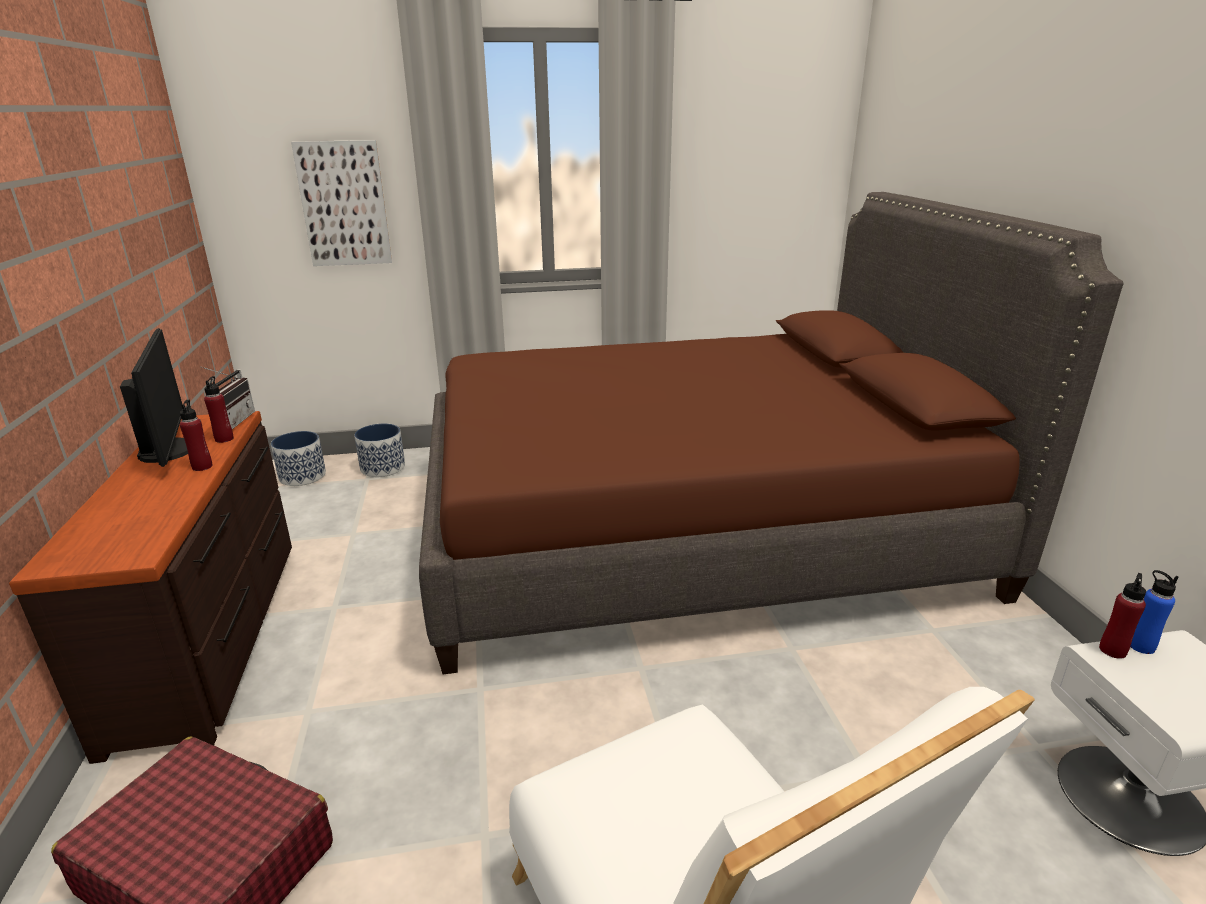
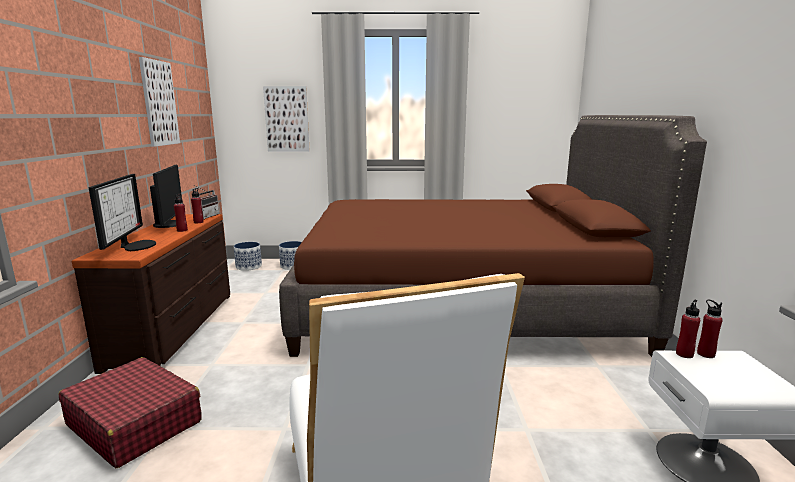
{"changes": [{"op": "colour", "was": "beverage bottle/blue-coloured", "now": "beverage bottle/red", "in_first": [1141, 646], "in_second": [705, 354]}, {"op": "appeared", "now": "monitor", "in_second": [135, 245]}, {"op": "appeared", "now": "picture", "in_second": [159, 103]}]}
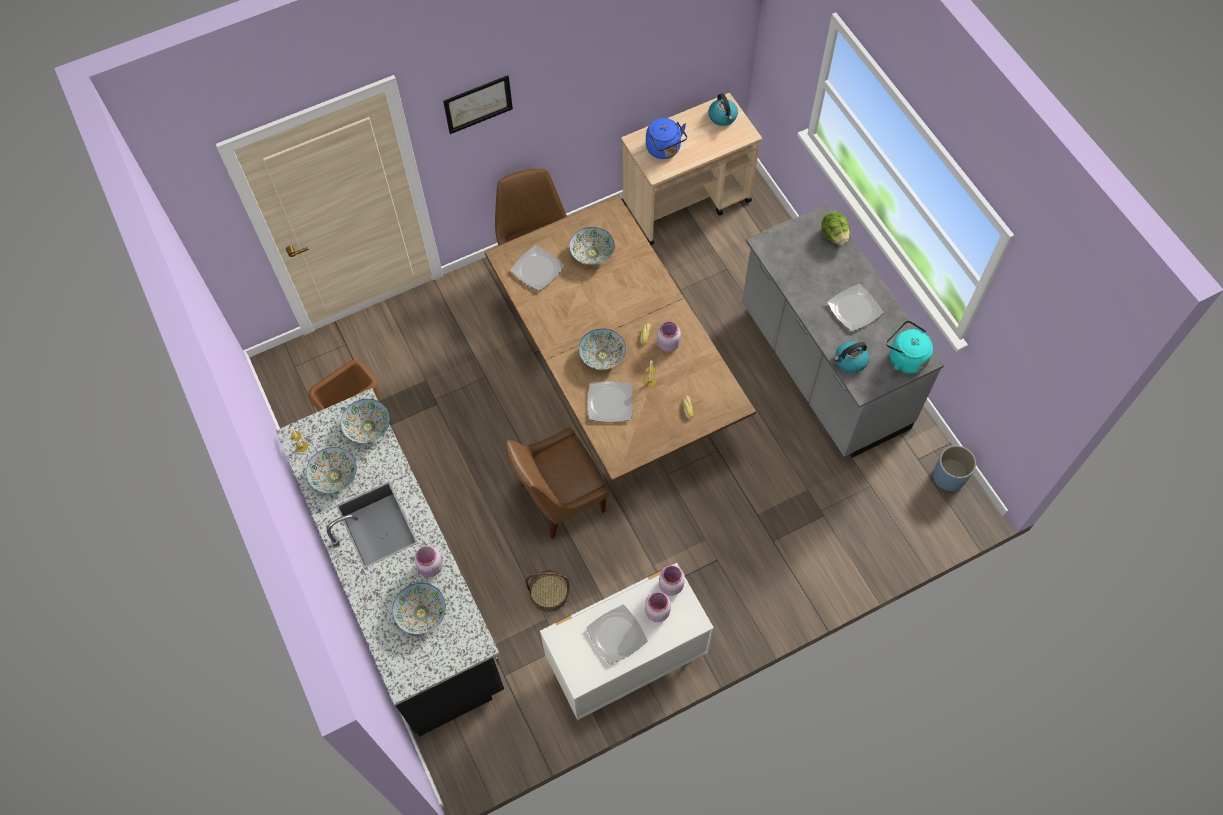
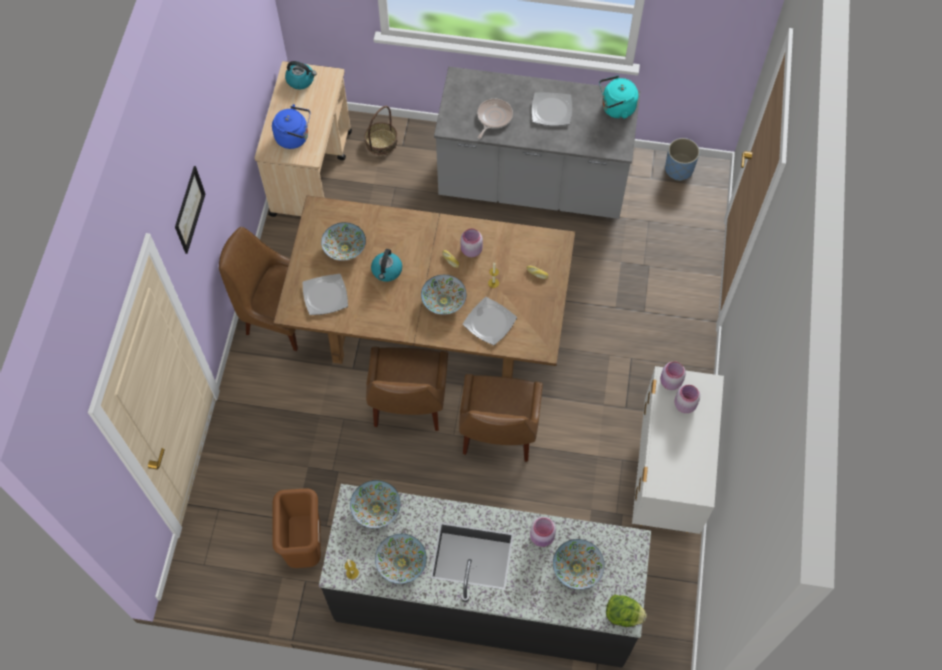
{"changes": [{"op": "relocated", "was": "storage basket", "in_first": [549, 593], "in_second": [381, 142]}, {"op": "missing", "was": "flat dish", "in_first": [617, 635]}, {"op": "relocated", "was": "lettuce", "in_first": [834, 235], "in_second": [623, 615]}, {"op": "relocated", "was": "tea kettle", "in_first": [849, 361], "in_second": [387, 271]}, {"op": "appeared", "now": "chair/brownish", "in_second": [408, 406]}, {"op": "appeared", "now": "frying pan", "in_second": [493, 117]}]}
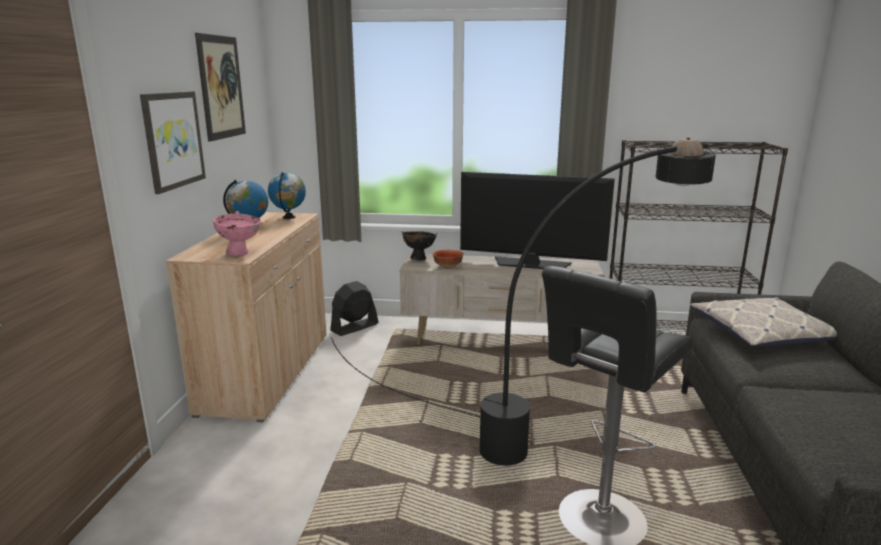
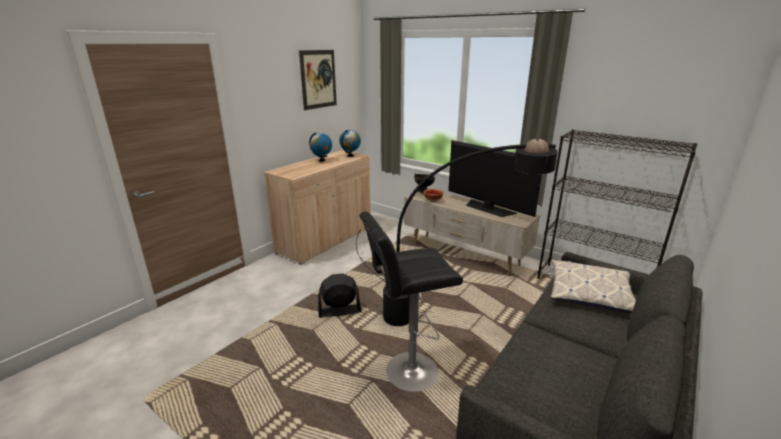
{"changes": [{"op": "missing", "was": "picture", "in_first": [172, 140]}, {"op": "missing", "was": "serving bowl/pink-coloured", "in_first": [240, 253]}, {"op": "relocated", "was": "electric fan/blackish", "in_first": [354, 327], "in_second": [339, 311]}]}
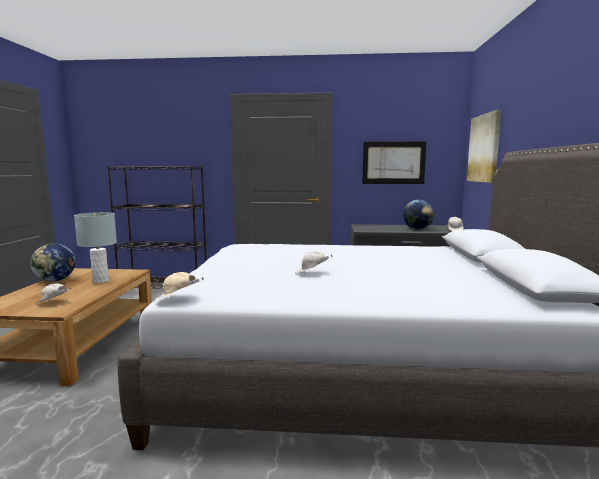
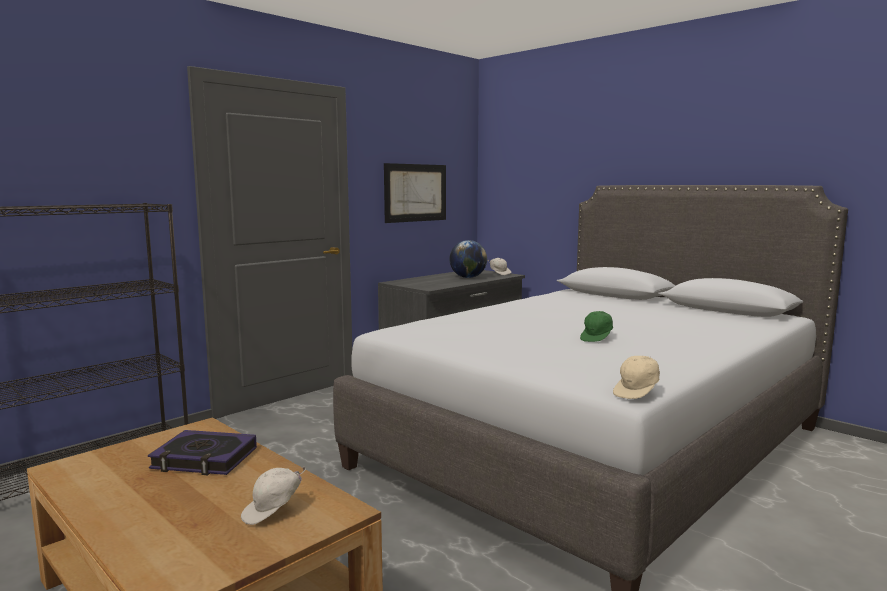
{"changes": [{"op": "missing", "was": "globe", "in_first": [55, 280]}, {"op": "exchanged", "was": "lamp for a table/grey", "now": "bound book", "in_first": [100, 281], "in_second": [204, 459]}, {"op": "colour", "was": "peaked cap/white-coloured", "now": "peaked cap/green", "in_first": [311, 273], "in_second": [597, 338]}, {"op": "missing", "was": "picture", "in_first": [484, 148]}]}
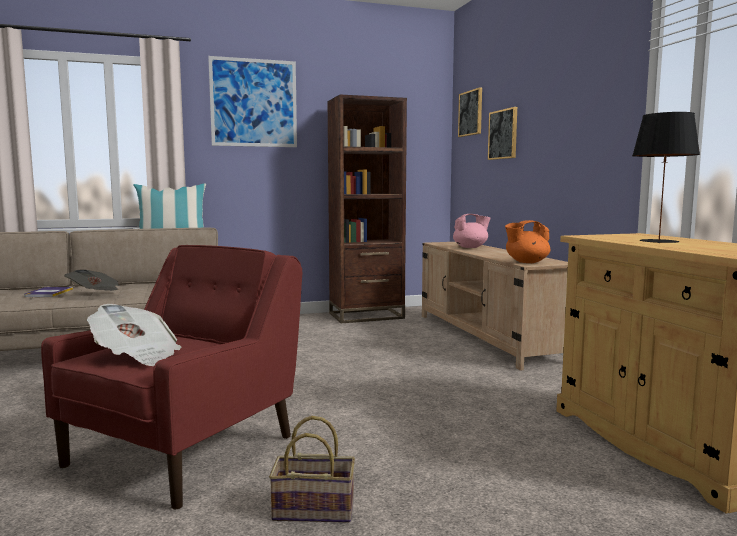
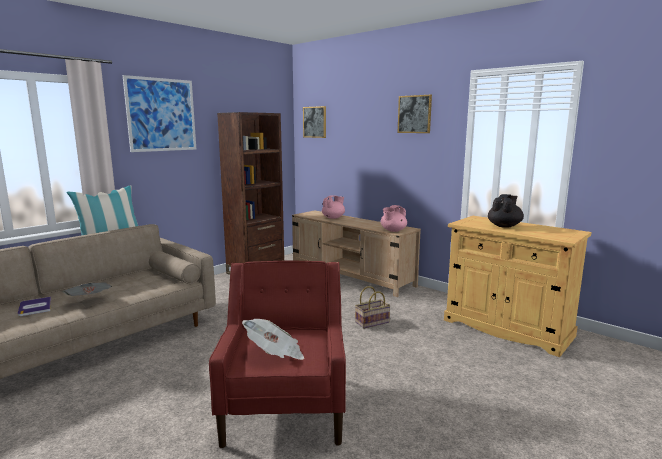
{"changes": [{"op": "relocated", "was": "storage basket", "in_first": [316, 509], "in_second": [372, 322]}, {"op": "relocated", "was": "picture", "in_first": [503, 134], "in_second": [414, 114]}, {"op": "colour", "was": "teapot/orange-coloured", "now": "teapot/pink-coloured", "in_first": [526, 262], "in_second": [393, 230]}, {"op": "exchanged", "was": "lamp for a table/blackish", "now": "teapot/blackish", "in_first": [659, 241], "in_second": [504, 226]}]}
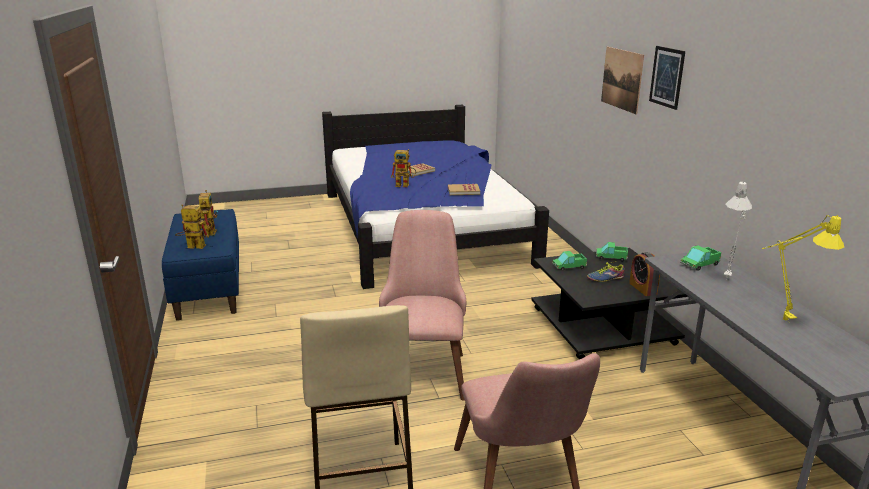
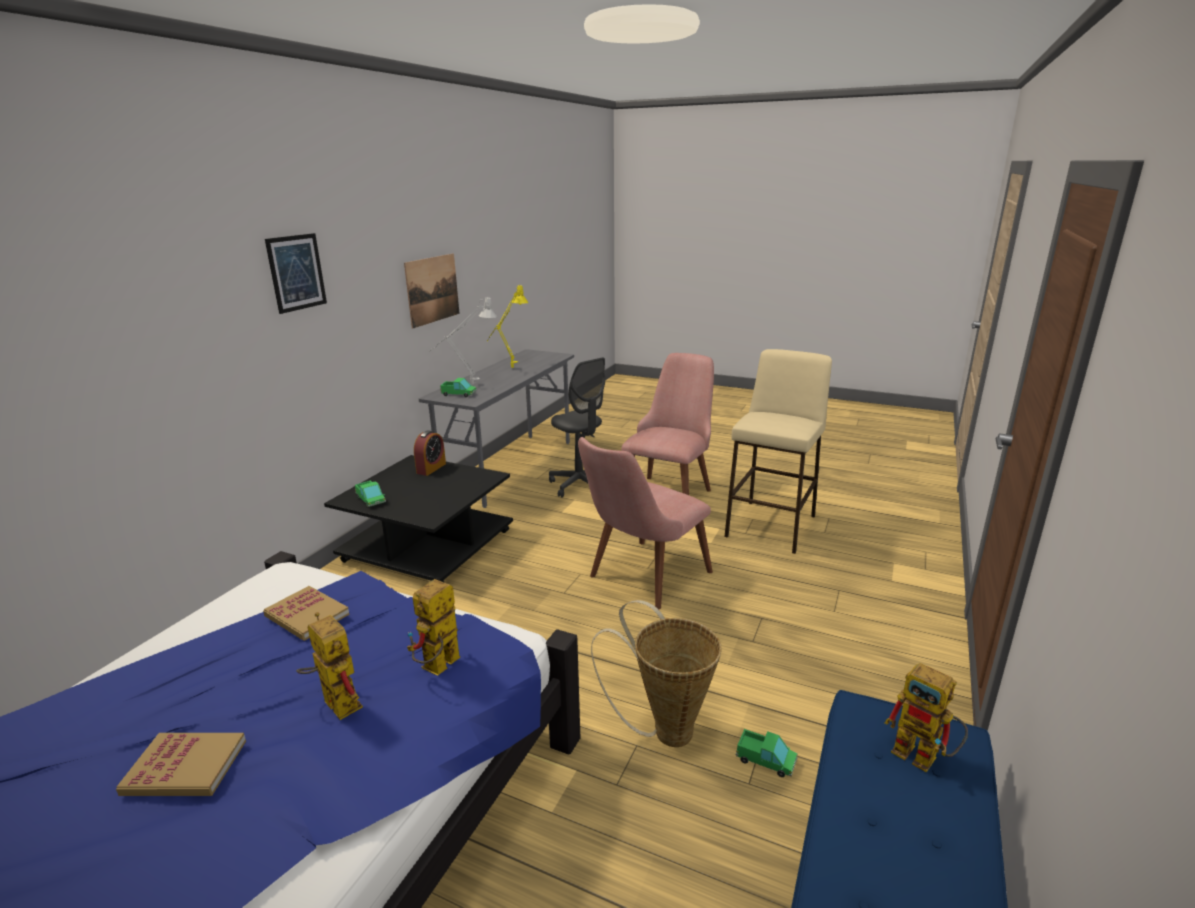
{"changes": [{"op": "relocated", "was": "toy robot", "in_first": [209, 231], "in_second": [438, 669]}, {"op": "relocated", "was": "toy truck", "in_first": [569, 266], "in_second": [765, 760]}, {"op": "missing", "was": "low shoe", "in_first": [604, 278]}, {"op": "relocated", "was": "picture", "in_first": [621, 79], "in_second": [432, 289]}, {"op": "appeared", "now": "desk chair/grey", "in_second": [580, 485]}, {"op": "appeared", "now": "storage basket", "in_second": [665, 729]}]}
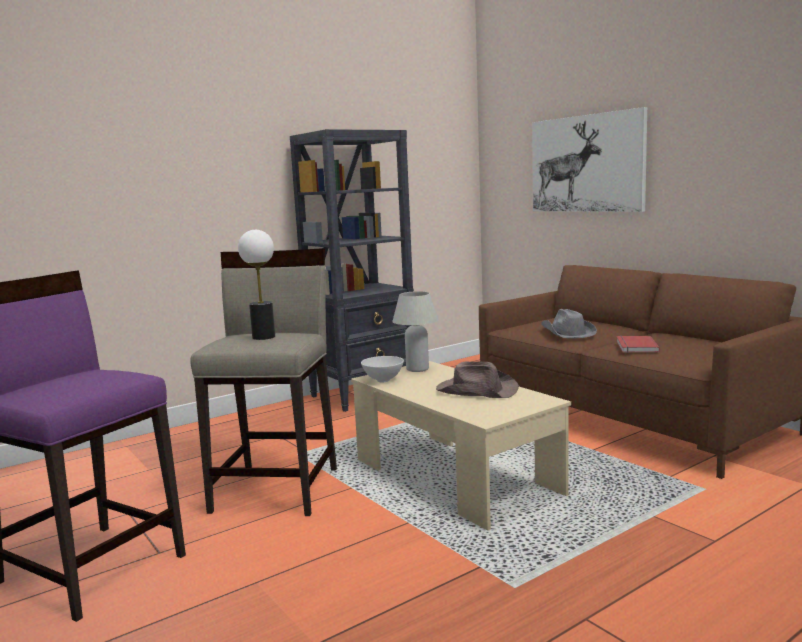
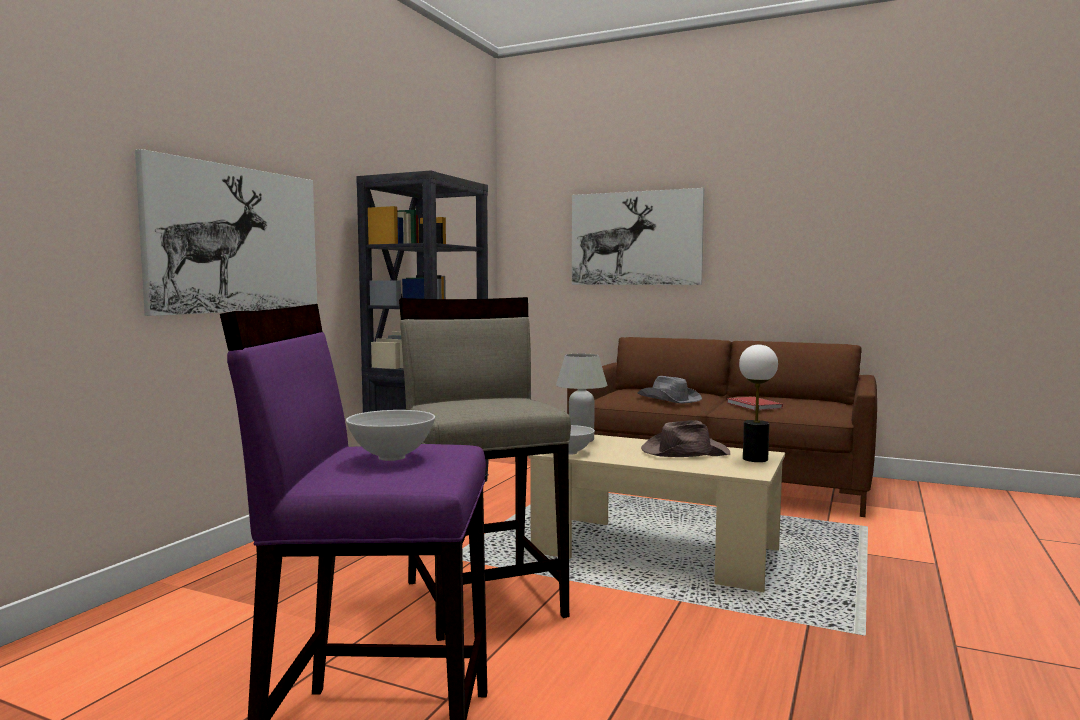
{"changes": [{"op": "relocated", "was": "lamp for a table", "in_first": [264, 337], "in_second": [755, 459]}, {"op": "appeared", "now": "picture", "in_second": [236, 240]}, {"op": "appeared", "now": "serving bowl/white-coloured", "in_second": [392, 457]}]}
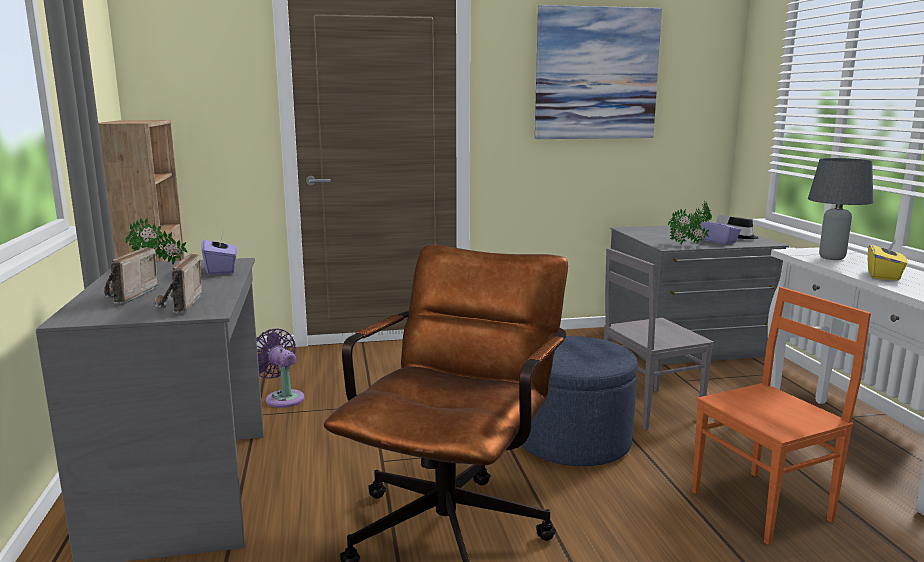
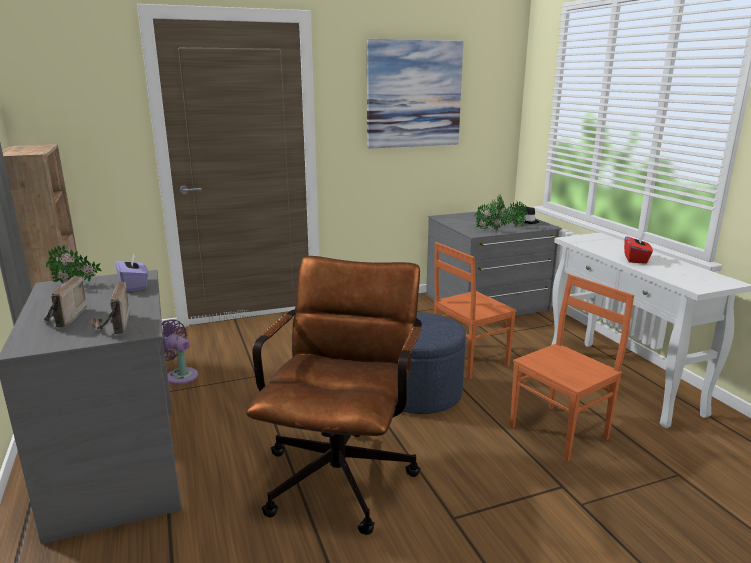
{"changes": [{"op": "colour", "was": "chair/grey", "now": "chair/orange-coloured", "in_first": [648, 408], "in_second": [469, 360]}, {"op": "exchanged", "was": "box of tissues/purple-coloured", "now": "houseplant", "in_first": [719, 241], "in_second": [511, 227]}, {"op": "missing", "was": "lamp for a table/grey", "in_first": [831, 258]}, {"op": "colour", "was": "box of tissues/yellow-coloured", "now": "box of tissues/red", "in_first": [884, 275], "in_second": [636, 259]}]}
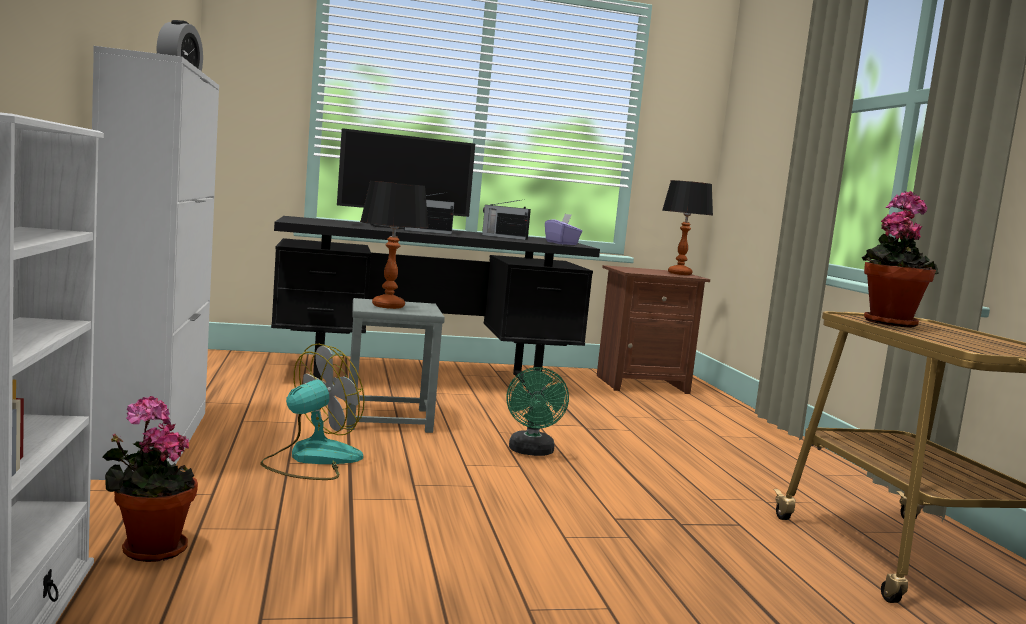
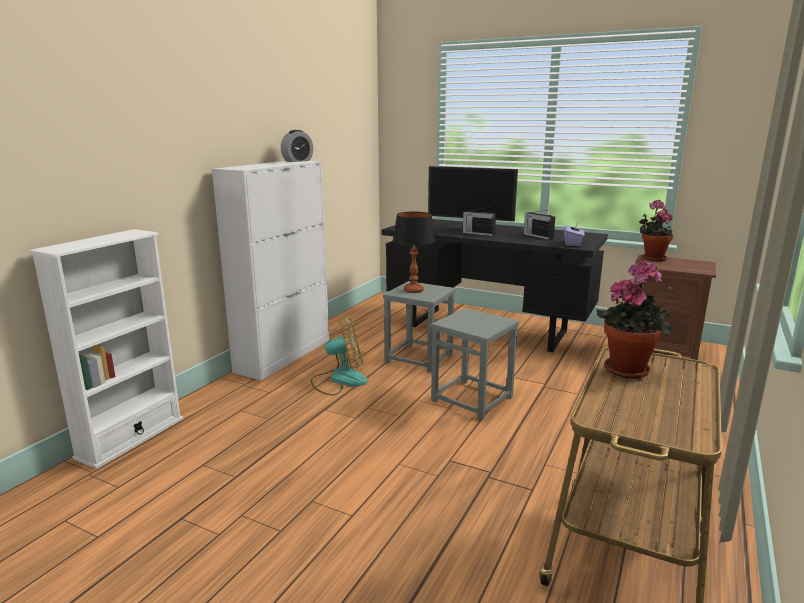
{"changes": [{"op": "relocated", "was": "houseplant", "in_first": [149, 549], "in_second": [652, 258]}, {"op": "exchanged", "was": "electric fan/green", "now": "sitting stool/grey", "in_first": [531, 452], "in_second": [472, 399]}, {"op": "missing", "was": "lamp for a table", "in_first": [679, 274]}]}
